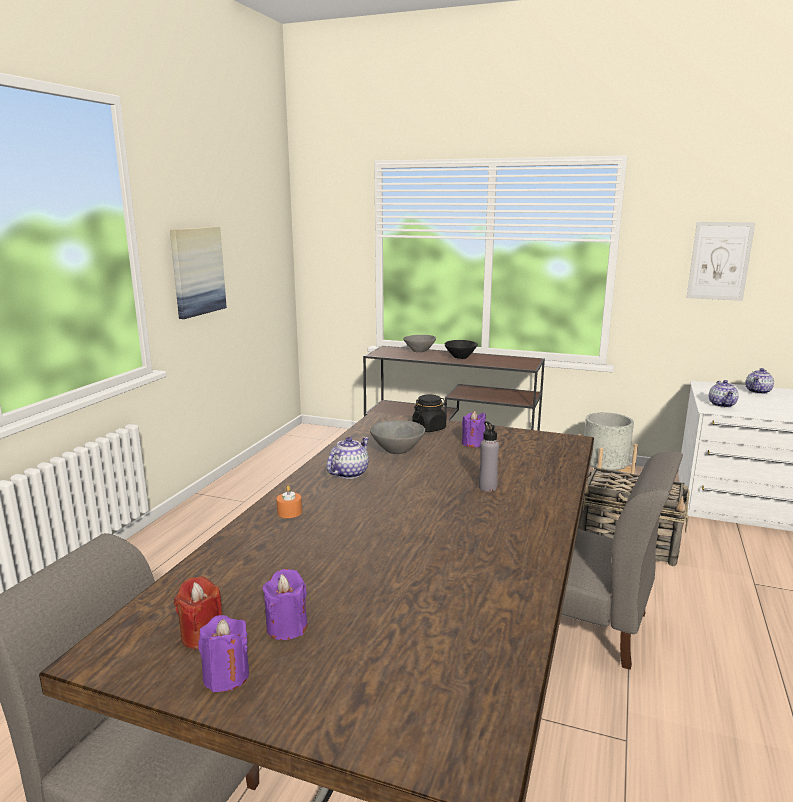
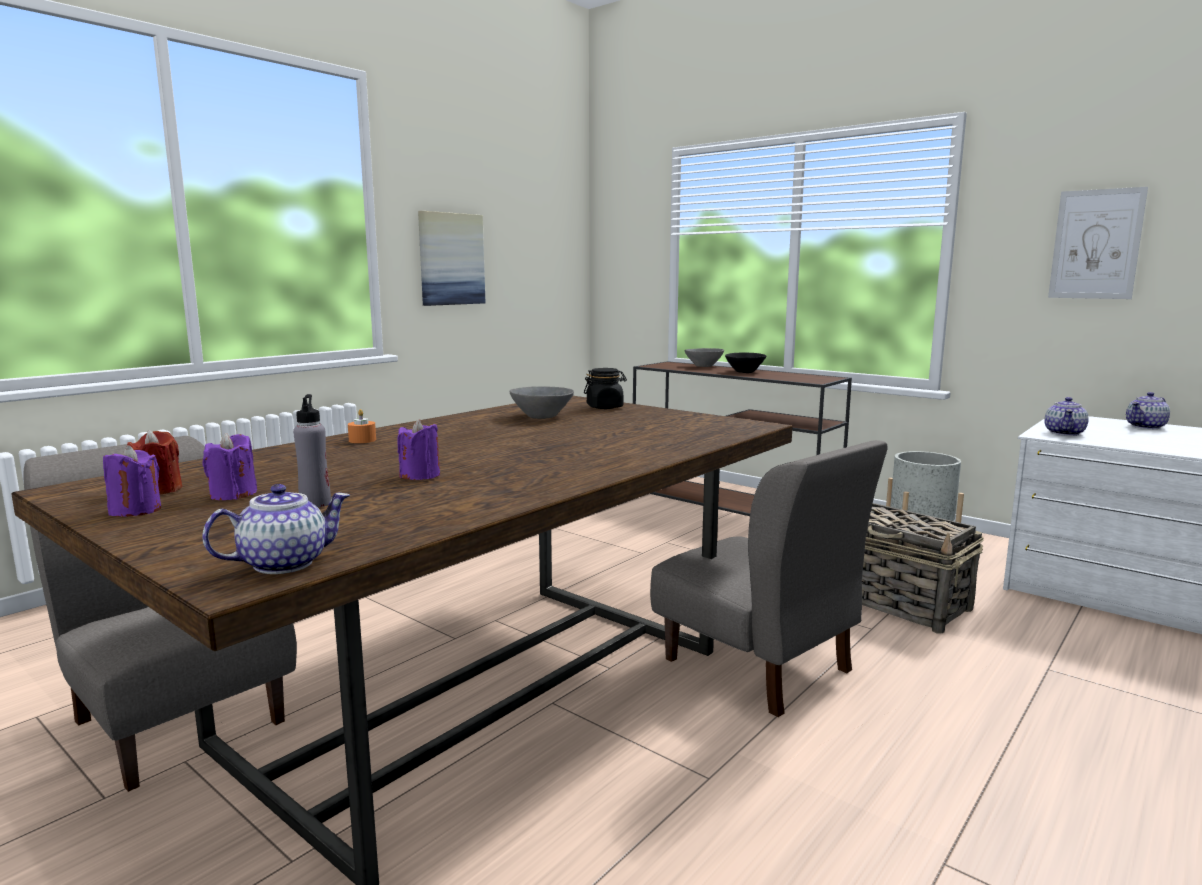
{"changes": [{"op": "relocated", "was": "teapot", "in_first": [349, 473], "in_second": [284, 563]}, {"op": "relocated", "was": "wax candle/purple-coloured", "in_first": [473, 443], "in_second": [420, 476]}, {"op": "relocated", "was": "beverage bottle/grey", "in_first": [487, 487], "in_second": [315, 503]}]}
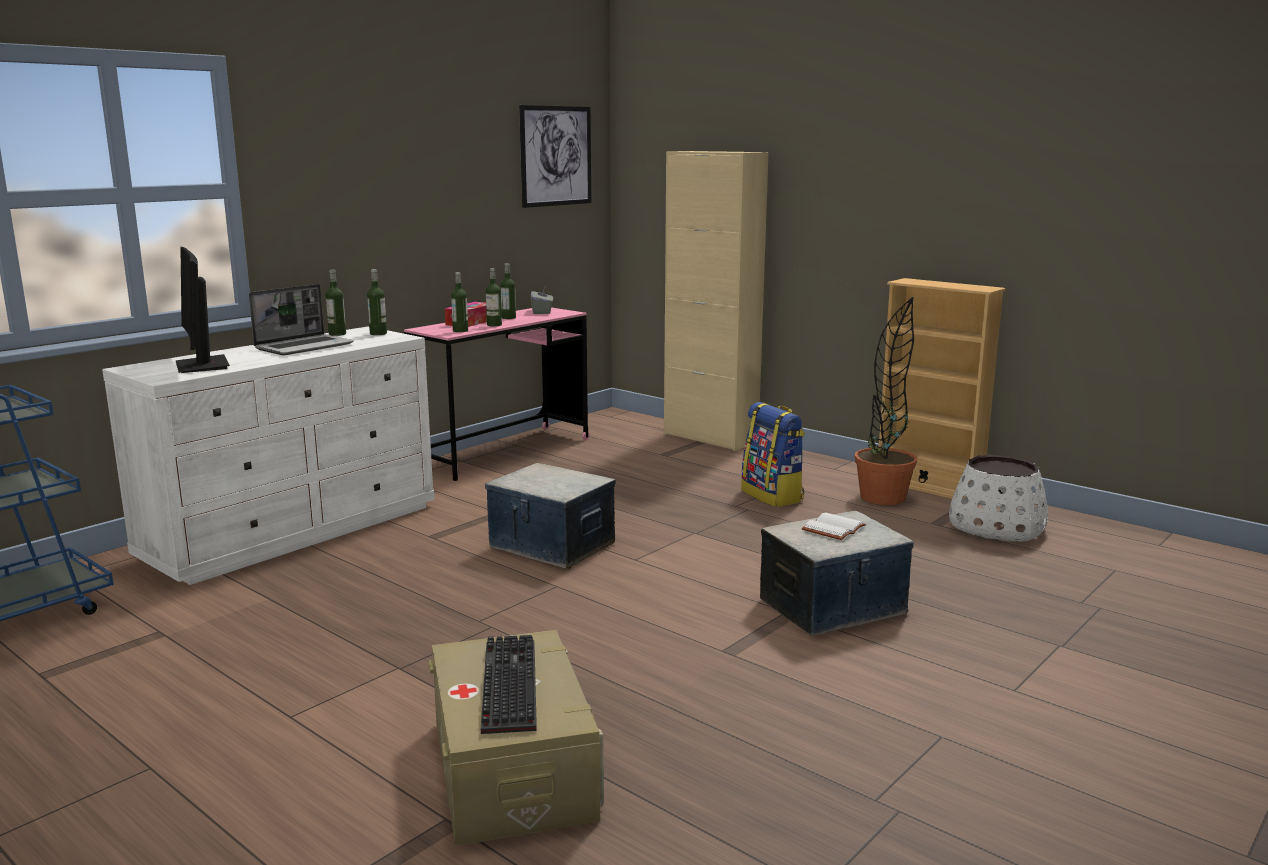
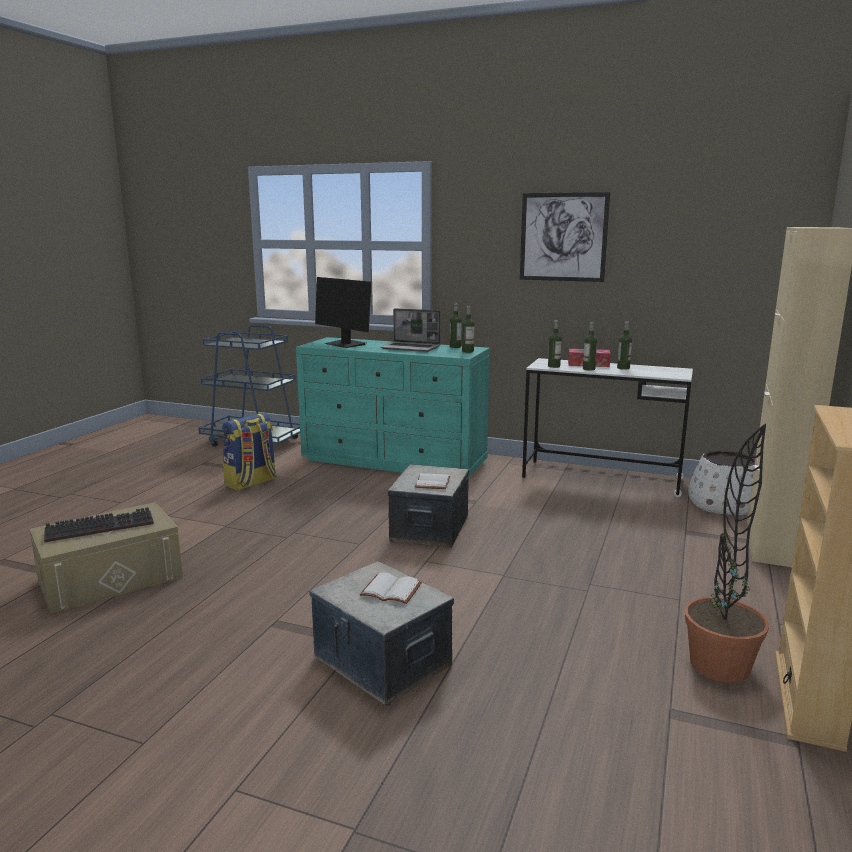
{"changes": [{"op": "colour", "was": "drawer chest/white-coloured", "now": "drawer chest/blue-green", "in_first": [294, 531], "in_second": [395, 461]}, {"op": "spun", "was": "monitor", "in_first": [202, 365], "in_second": [345, 344], "clockwise": -90}, {"op": "colour", "was": "desk table/pink-coloured", "now": "desk table/white-coloured", "in_first": [504, 452], "in_second": [601, 478]}, {"op": "relocated", "was": "picture", "in_first": [556, 156], "in_second": [563, 237]}, {"op": "missing", "was": "box of tissues/grey", "in_first": [542, 312]}, {"op": "relocated", "was": "knapsack", "in_first": [773, 496], "in_second": [251, 483]}, {"op": "relocated", "was": "plant pot/white-coloured", "in_first": [996, 528], "in_second": [723, 505]}, {"op": "appeared", "now": "bound book/white-coloured", "in_second": [431, 482]}]}
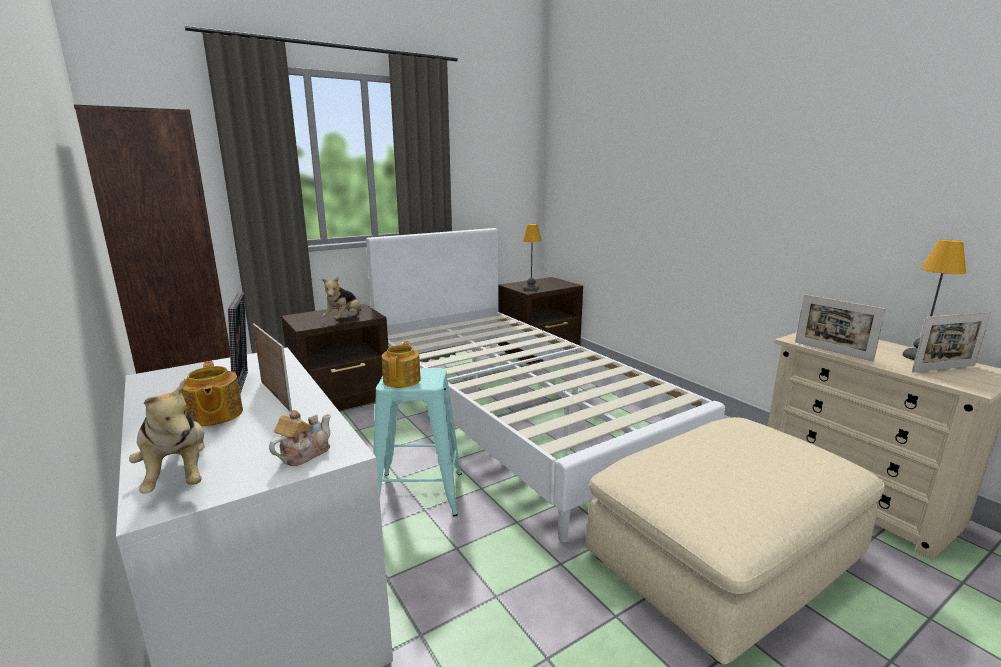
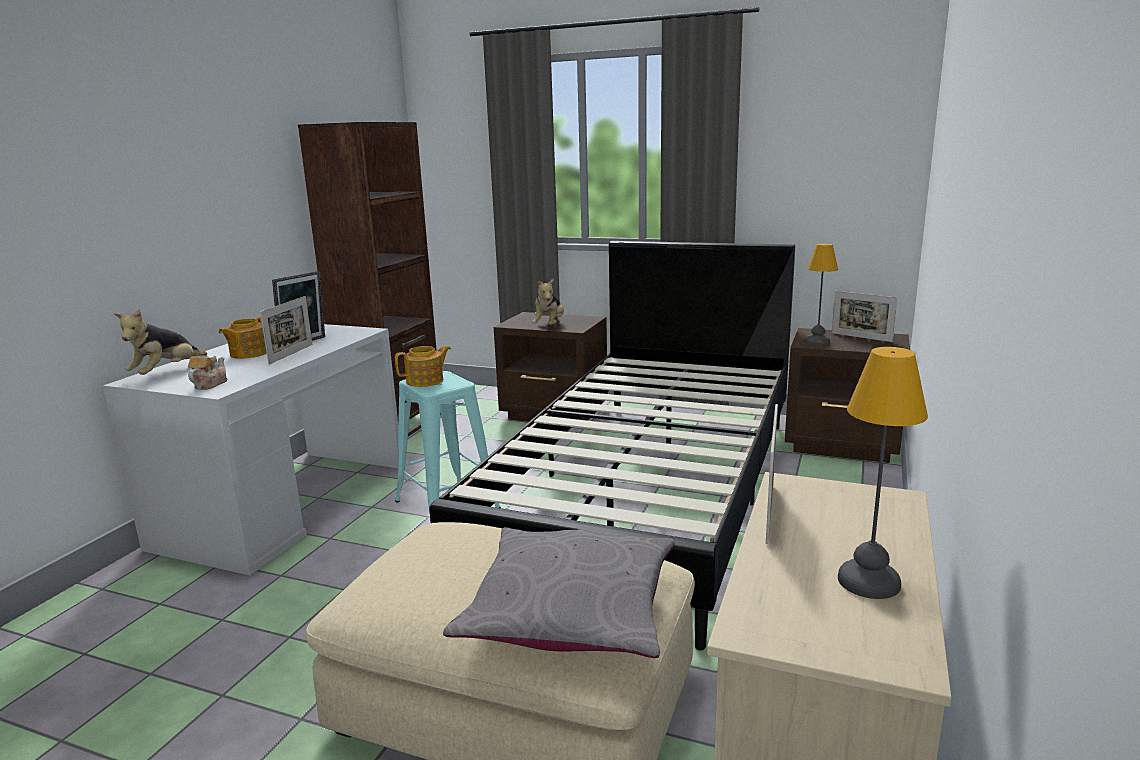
{"changes": [{"op": "spun", "was": "teapot", "in_first": [303, 454], "in_second": [209, 384], "clockwise": -75}, {"op": "spun", "was": "cuddly toy", "in_first": [344, 319], "in_second": [549, 326], "clockwise": -60}, {"op": "colour", "was": "sleeping bed/white-coloured", "now": "sleeping bed/blackish", "in_first": [516, 417], "in_second": [647, 492]}, {"op": "relocated", "was": "picture frame", "in_first": [943, 369], "in_second": [861, 337]}, {"op": "appeared", "now": "pillow/grey", "in_second": [570, 609]}]}
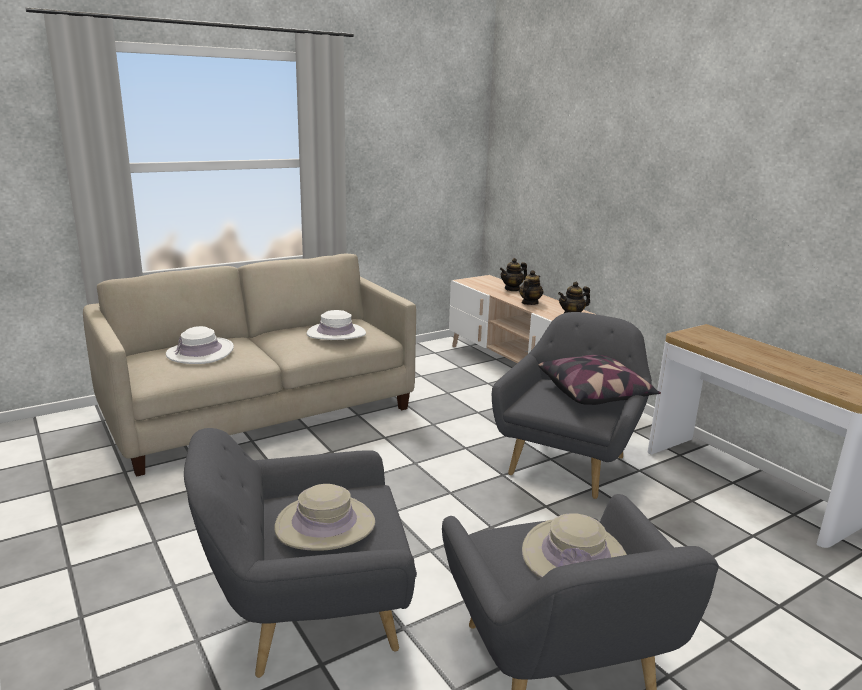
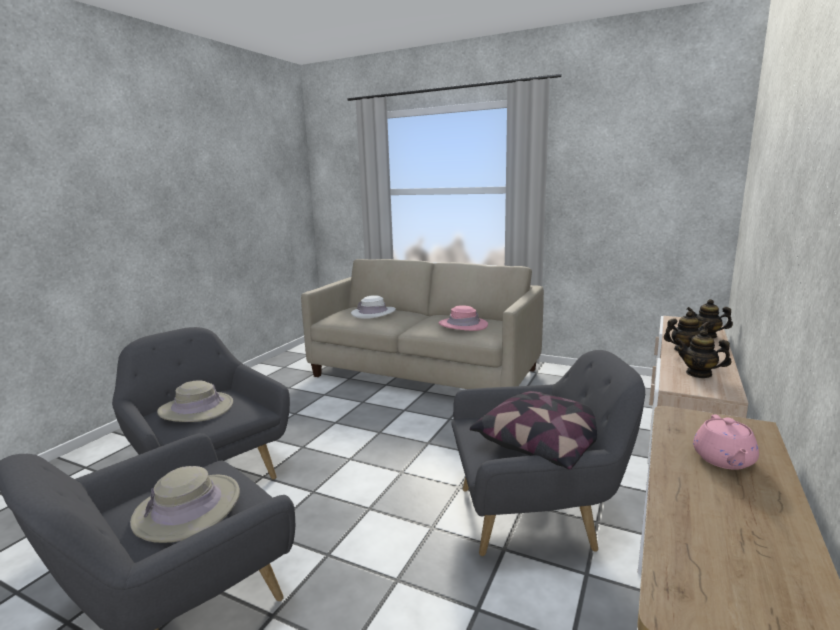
{"changes": [{"op": "colour", "was": "hat/white-coloured", "now": "hat/pink-coloured", "in_first": [336, 333], "in_second": [463, 325]}, {"op": "appeared", "now": "teapot/pink-coloured", "in_second": [724, 460]}]}
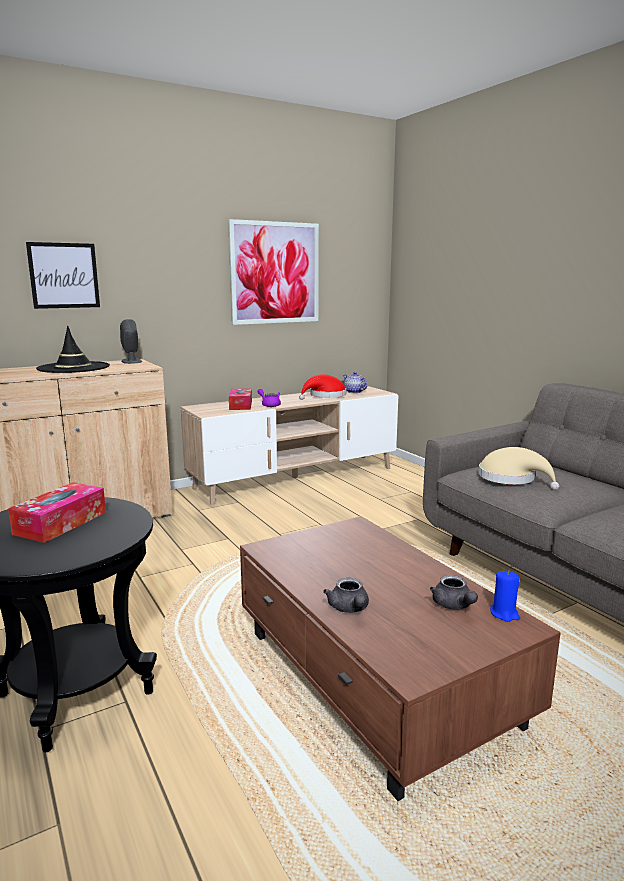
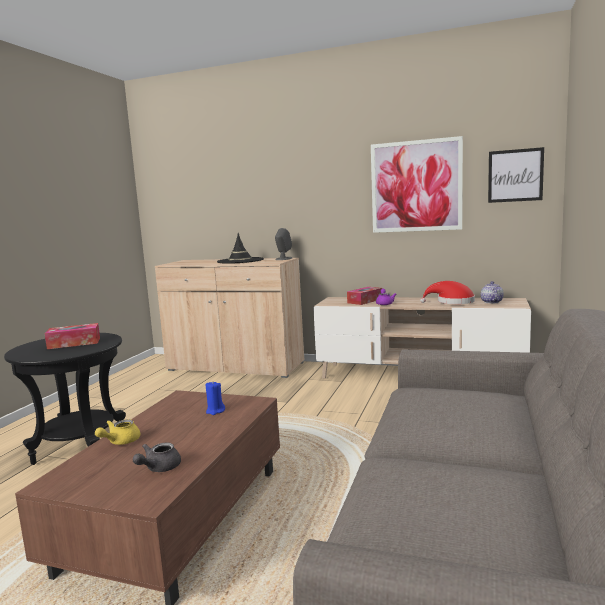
{"changes": [{"op": "relocated", "was": "picture", "in_first": [64, 275], "in_second": [515, 175]}, {"op": "colour", "was": "teapot/grey", "now": "teapot/yellow-coloured", "in_first": [349, 609], "in_second": [120, 442]}, {"op": "missing", "was": "hat/beige", "in_first": [511, 478]}, {"op": "relocated", "was": "wax candle/blue-coloured", "in_first": [504, 614], "in_second": [215, 411]}]}
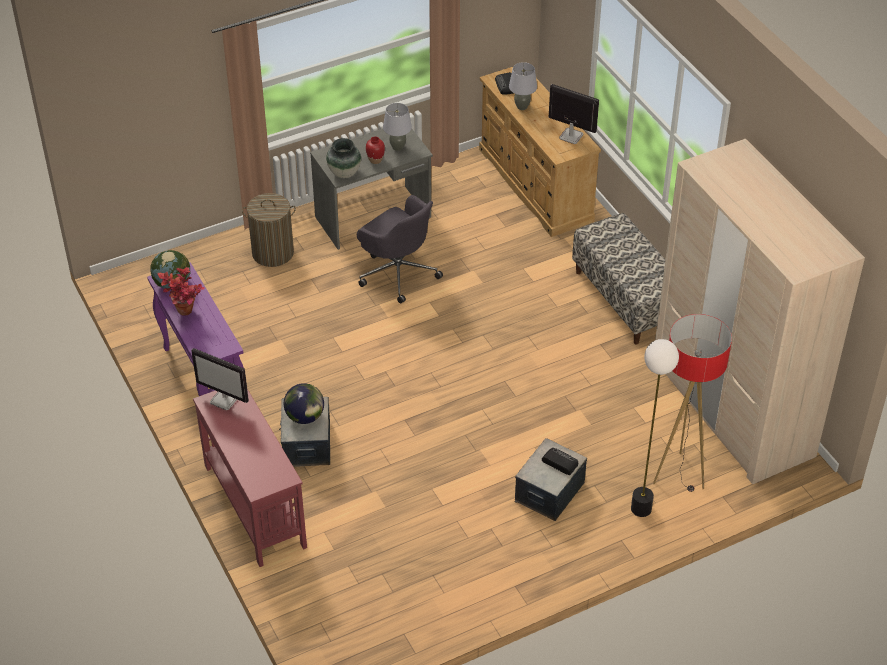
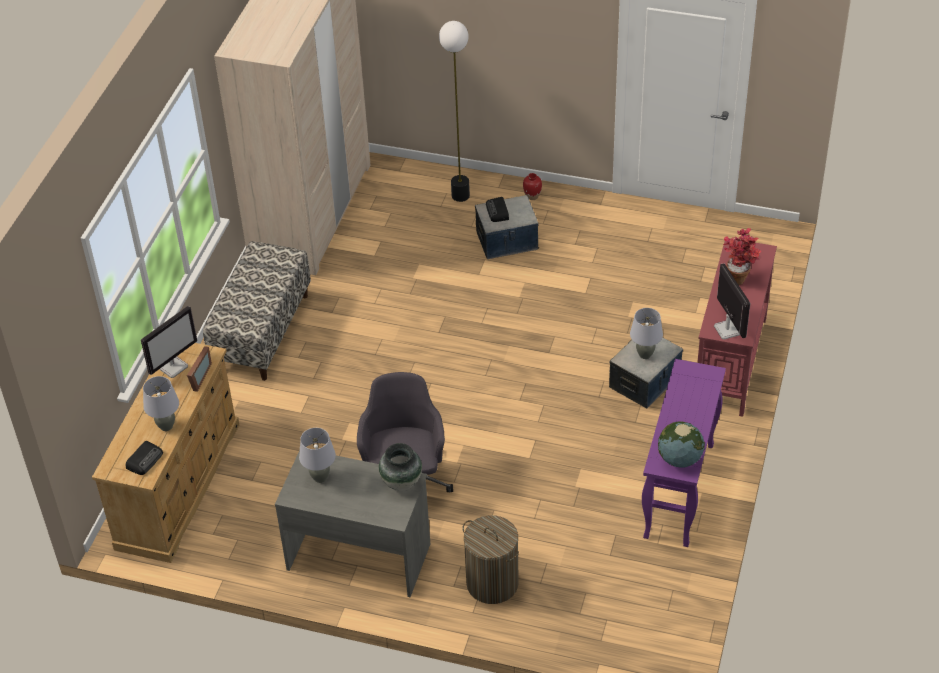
{"changes": [{"op": "relocated", "was": "houseplant", "in_first": [186, 315], "in_second": [739, 277]}, {"op": "exchanged", "was": "globe", "now": "lamp for a table/grey", "in_first": [305, 417], "in_second": [645, 355]}, {"op": "relocated", "was": "decorative vase/red", "in_first": [375, 160], "in_second": [532, 196]}, {"op": "spun", "was": "monitor", "in_first": [570, 136], "in_second": [173, 366], "clockwise": -120}, {"op": "missing", "was": "standing lamp", "in_first": [679, 475]}, {"op": "appeared", "now": "picture frame", "in_second": [197, 378]}]}
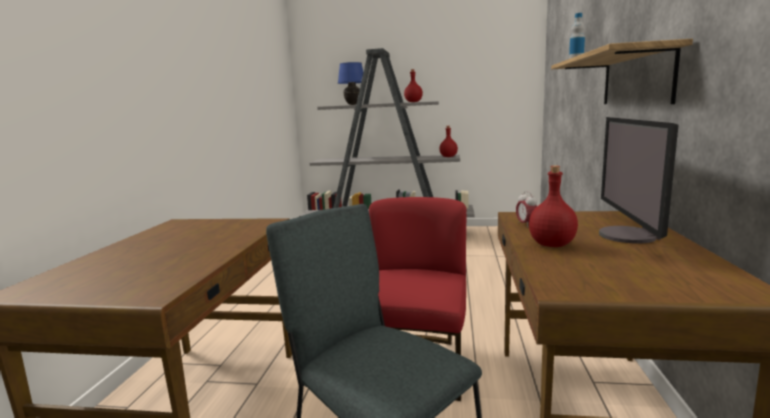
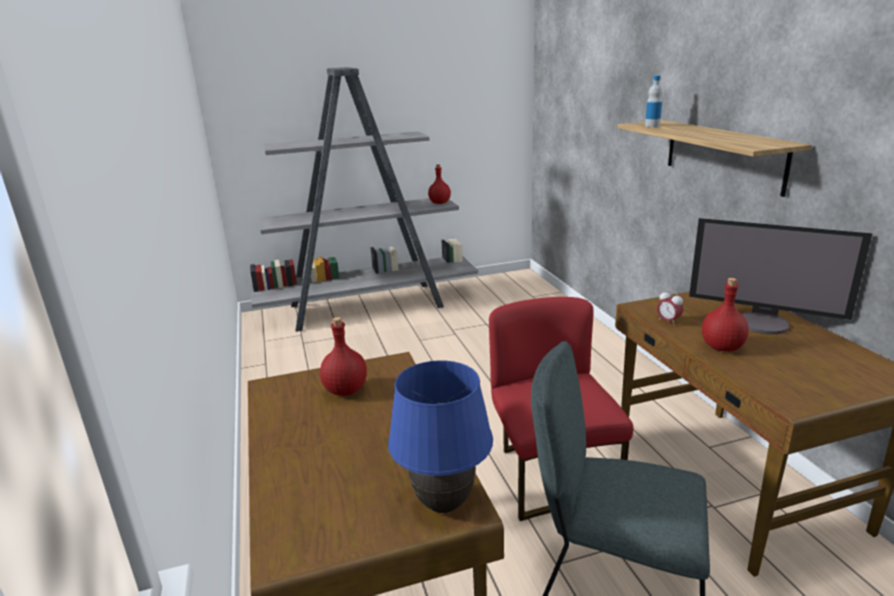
{"changes": [{"op": "relocated", "was": "lamp for a table/blue-coloured", "in_first": [352, 104], "in_second": [443, 504]}, {"op": "relocated", "was": "beverage bottle/red", "in_first": [413, 102], "in_second": [345, 391]}, {"op": "spun", "was": "monitor", "in_first": [629, 236], "in_second": [763, 323], "clockwise": -45}]}
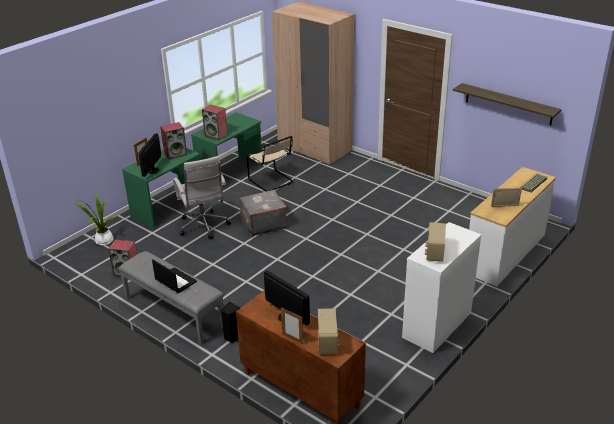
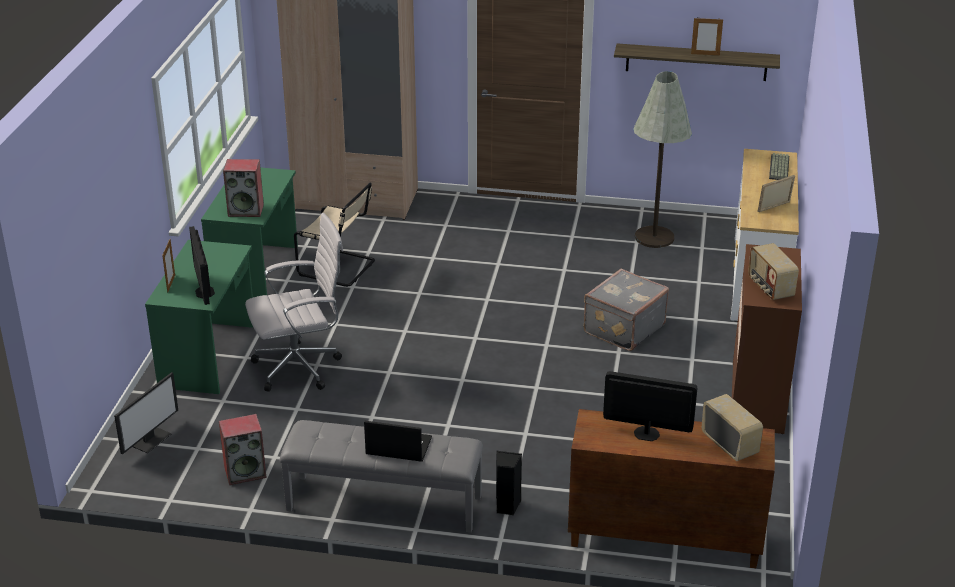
{"changes": [{"op": "exchanged", "was": "houseplant", "now": "monitor", "in_first": [103, 241], "in_second": [151, 439]}, {"op": "missing", "was": "speaker", "in_first": [175, 154]}, {"op": "spun", "was": "desk chair/white-coloured", "in_first": [204, 227], "in_second": [301, 367], "clockwise": -60}, {"op": "relocated", "was": "piece of luggage/grey", "in_first": [263, 224], "in_second": [622, 328]}, {"op": "relocated", "was": "picture frame", "in_first": [292, 339], "in_second": [705, 54]}, {"op": "colour", "was": "drawer chest/white-coloured", "now": "drawer chest/brownish", "in_first": [437, 325], "in_second": [757, 398]}, {"op": "appeared", "now": "standing lamp/grey", "in_second": [654, 237]}]}
